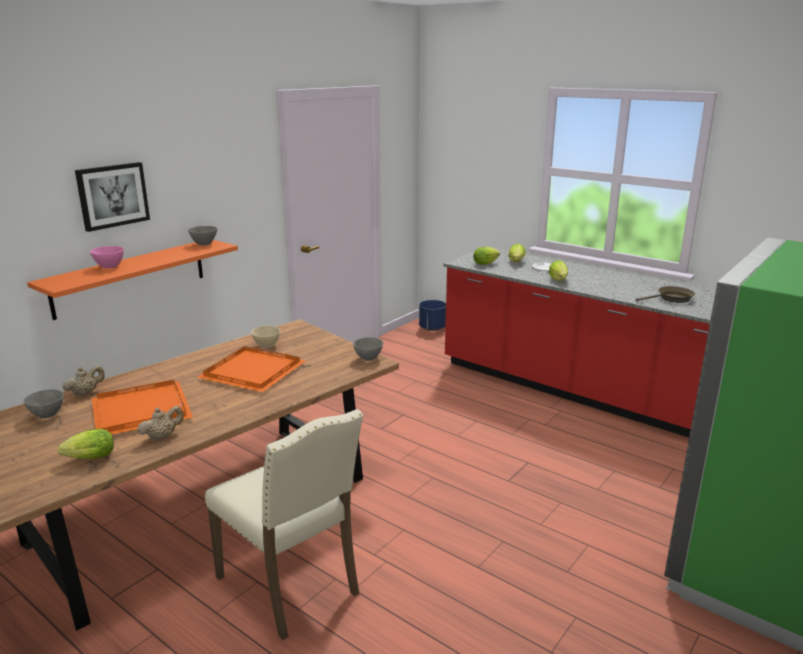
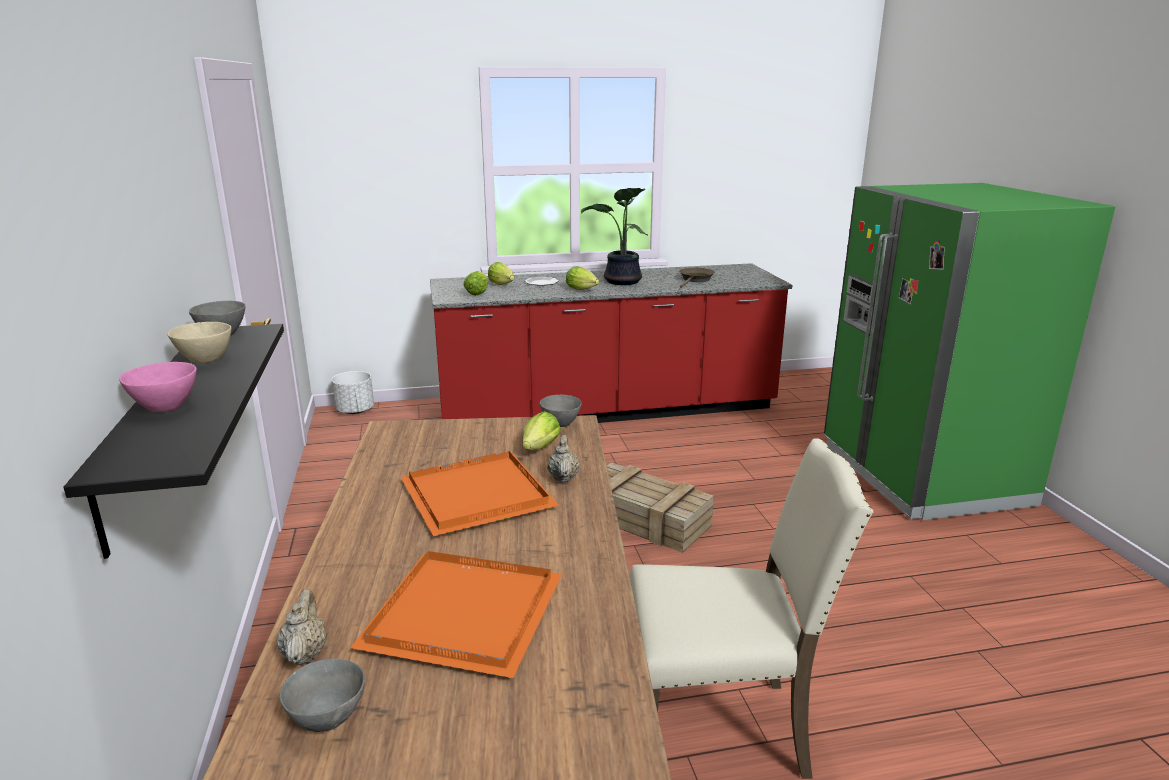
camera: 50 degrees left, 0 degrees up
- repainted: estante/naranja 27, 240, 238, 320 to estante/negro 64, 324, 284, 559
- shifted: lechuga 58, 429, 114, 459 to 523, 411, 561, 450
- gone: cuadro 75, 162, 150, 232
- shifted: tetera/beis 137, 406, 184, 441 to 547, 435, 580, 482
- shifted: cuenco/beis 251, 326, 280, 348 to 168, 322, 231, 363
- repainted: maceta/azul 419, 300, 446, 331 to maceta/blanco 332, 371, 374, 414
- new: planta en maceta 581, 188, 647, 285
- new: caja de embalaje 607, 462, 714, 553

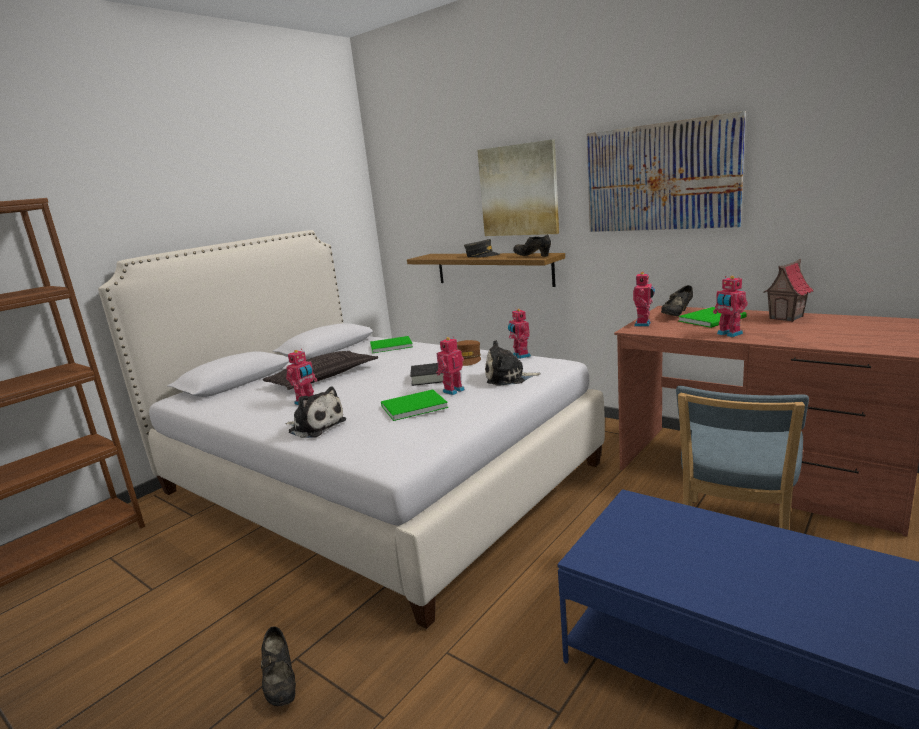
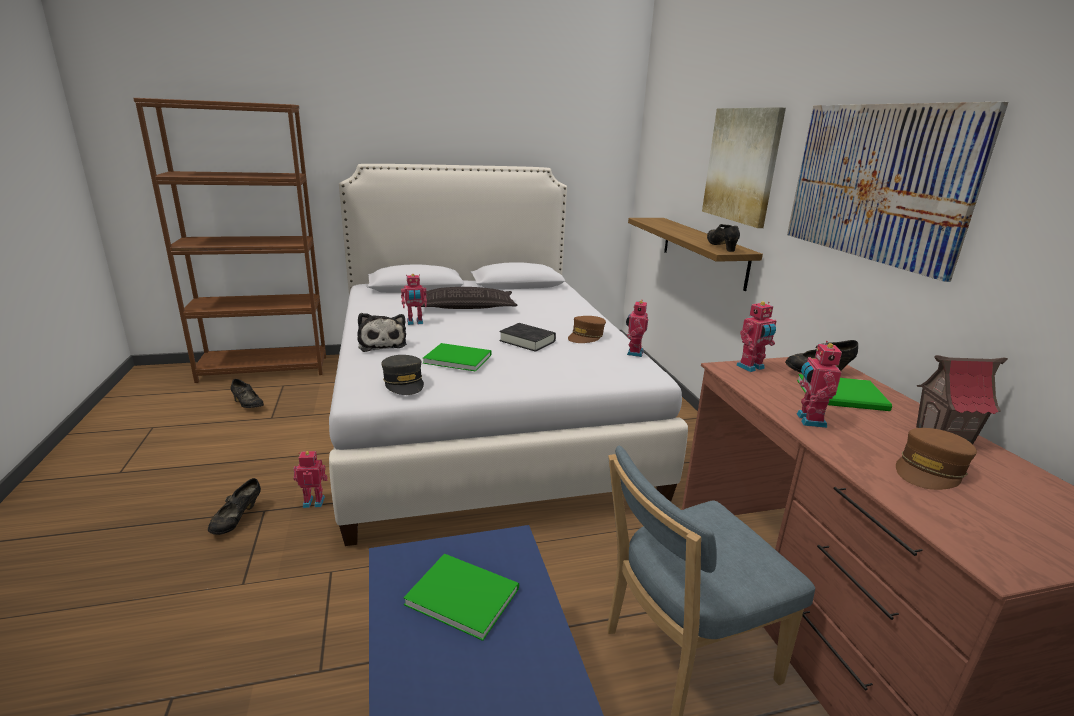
camera: 35 degrees right, 5 degrees up
- shifted: libro/verde 370, 336, 413, 353 to 403, 554, 519, 641
- shifted: robot de juguete 436, 337, 465, 395 to 294, 451, 328, 508
- shifted: gorra/gris 464, 239, 500, 257 to 381, 355, 424, 395
- gone: peluche 485, 340, 541, 386
- new: zapato/negro 231, 379, 264, 408
- new: gorra/marrón 896, 428, 977, 490

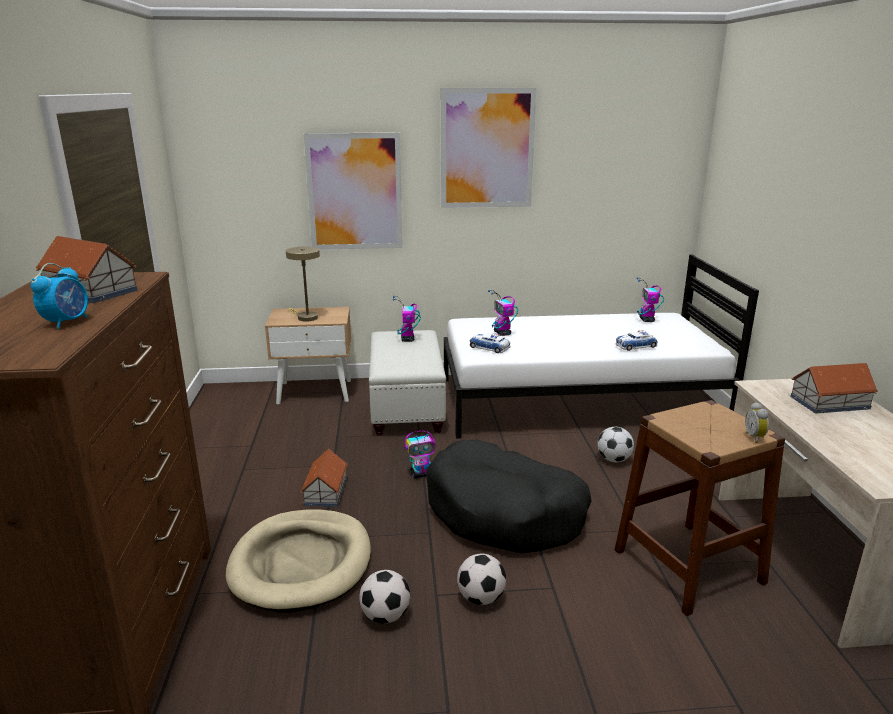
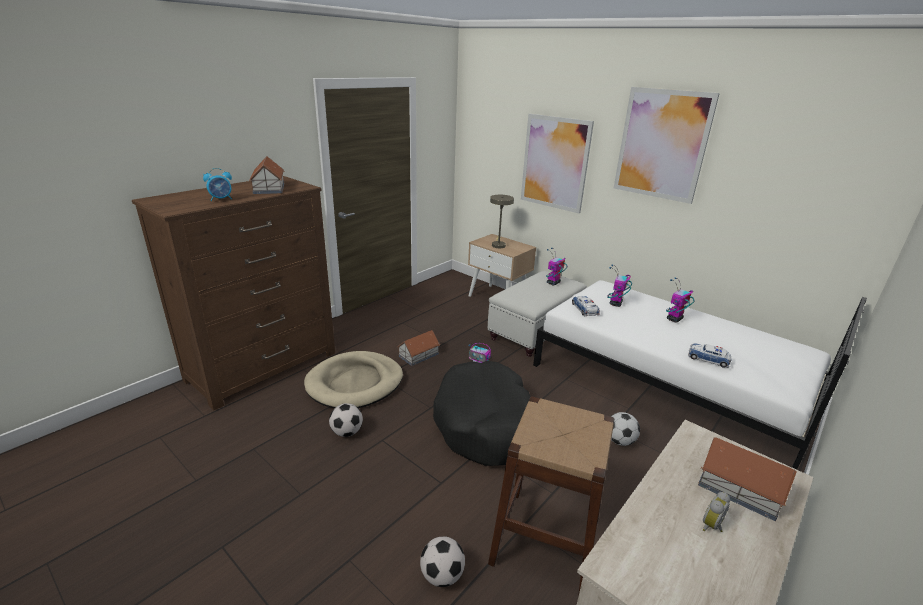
camera: 45 degrees right, 5 degrees up
- shifted: balón de fútbol 457, 554, 506, 605 to 420, 536, 465, 587
- shifted: robot de juguete 637, 277, 664, 322 to 666, 277, 695, 323
- shifted: despertador 745, 402, 769, 443 to 703, 492, 730, 532

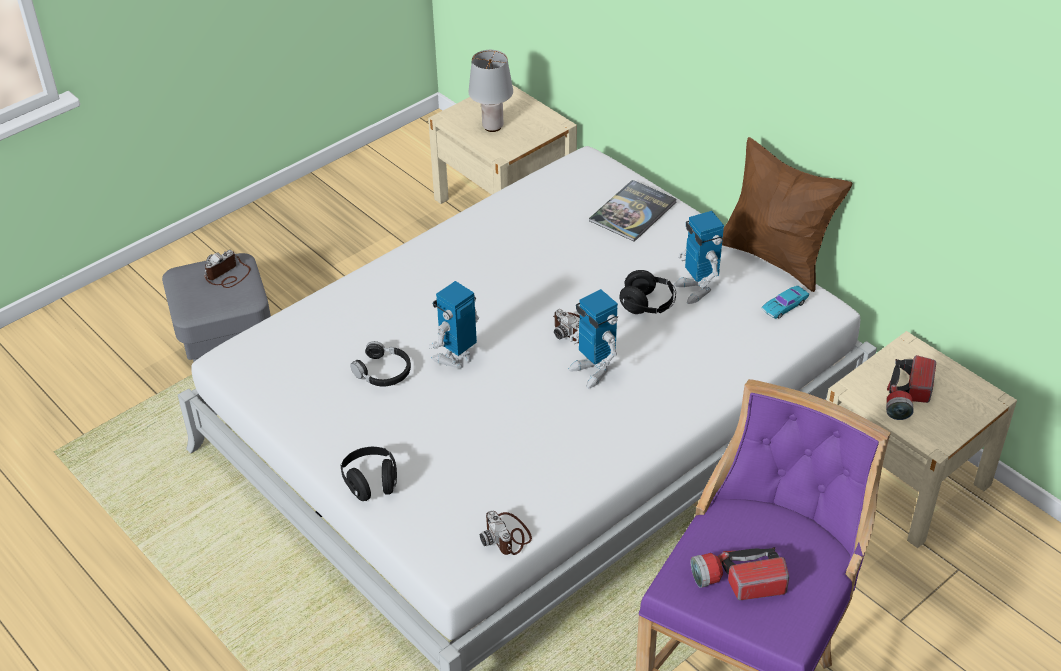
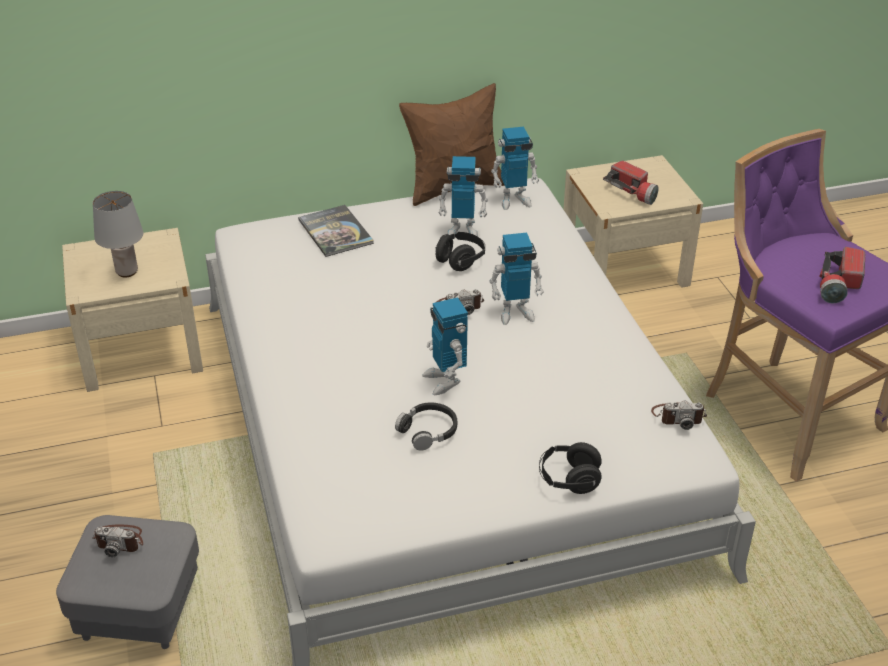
camera: 65 degrees left, 5 degrees down
- rotated: cámara 204, 250, 251, 288 = 92, 525, 143, 557 60 degrees counterclockwise
- swapped: coche de juguete/turquesa 762, 286, 809, 319 to robot de juguete 491, 127, 539, 210

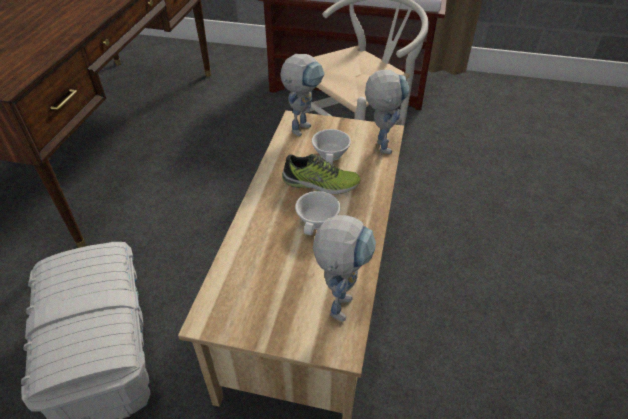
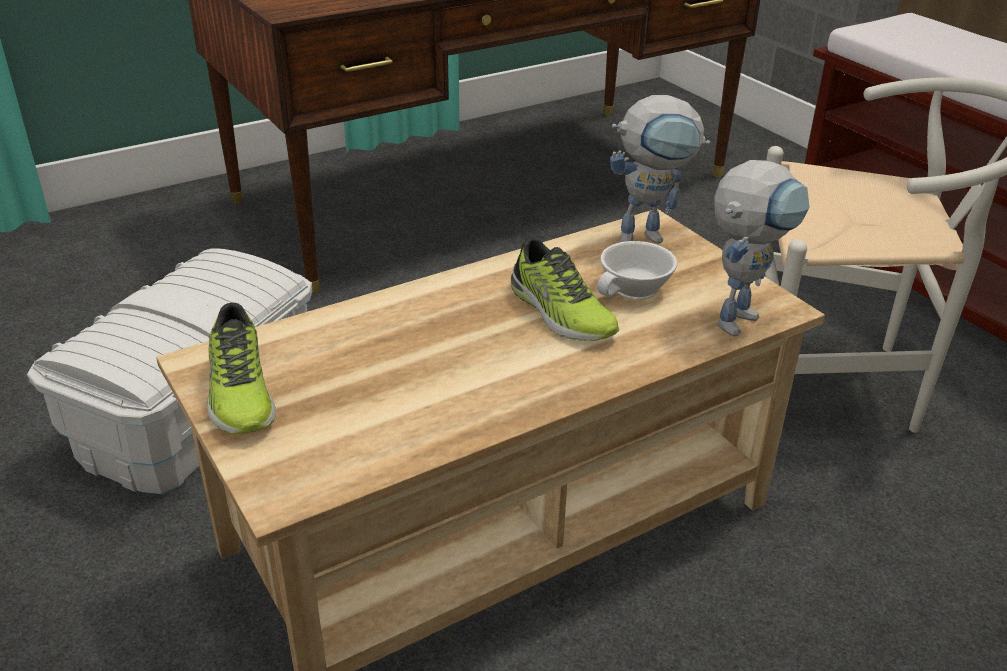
camera: 45 degrees right, 10 degrees down
- gone: taza/blanco 295, 191, 341, 235
- gone: robot de juguete 313, 215, 376, 322
- new: zapato 207, 302, 276, 434

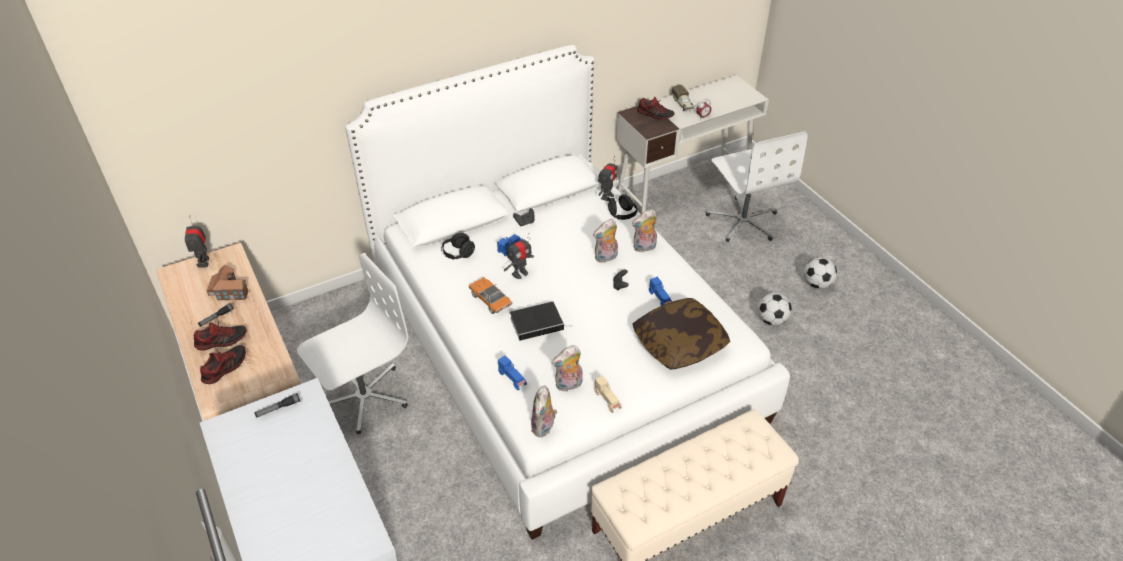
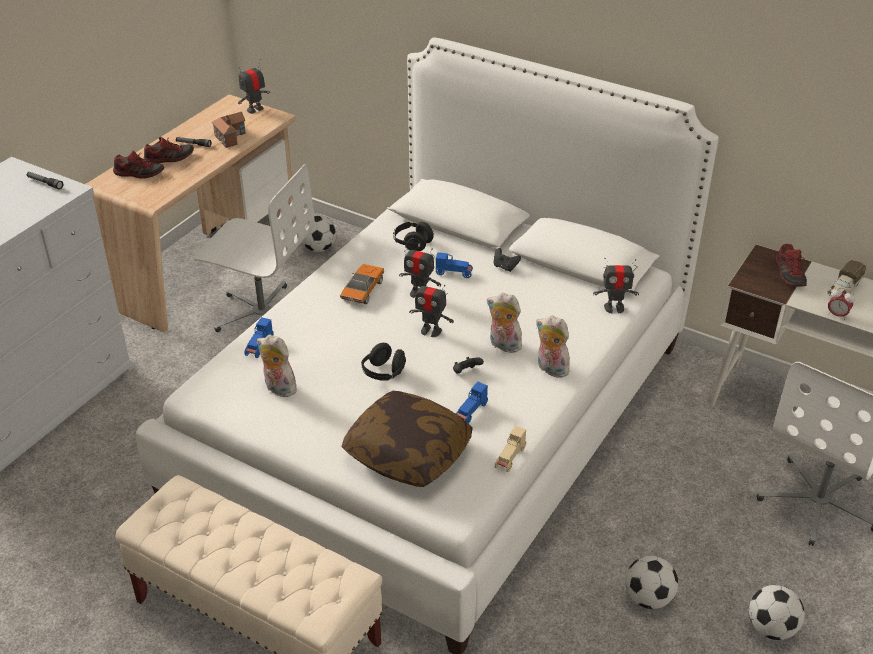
camera: 60 degrees right, 5 degrees down
- rotated: zapato 194, 322, 246, 351 = 143, 137, 194, 164 60 degrees counterclockwise
- gone: libro 510, 301, 569, 341
- gone: peluche 531, 385, 557, 437
- shifted: coche de juguete/beis 594, 376, 622, 413 to 495, 426, 526, 472
- shifted: auriculares/negro 608, 194, 638, 220 to 361, 343, 406, 381
- new: balón de fútbol 302, 215, 336, 252
- new: robot de juguete 409, 277, 454, 337

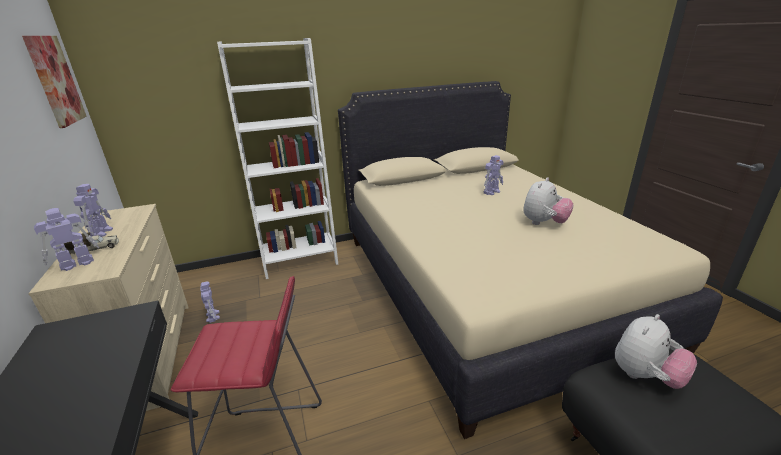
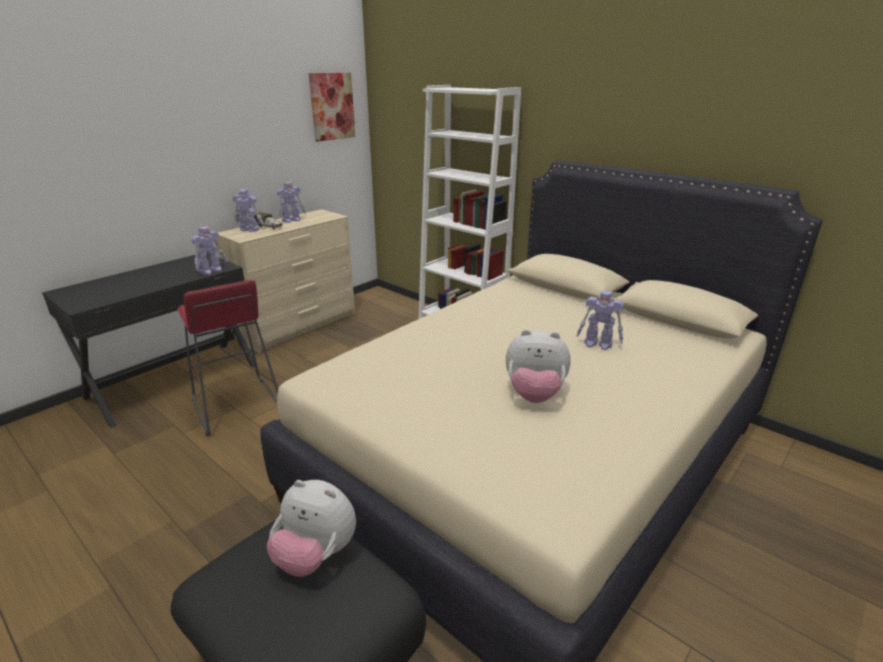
camera: 60 degrees right, 0 degrees up
- shifted: robot de juguete 200, 281, 220, 323 to 191, 227, 227, 275

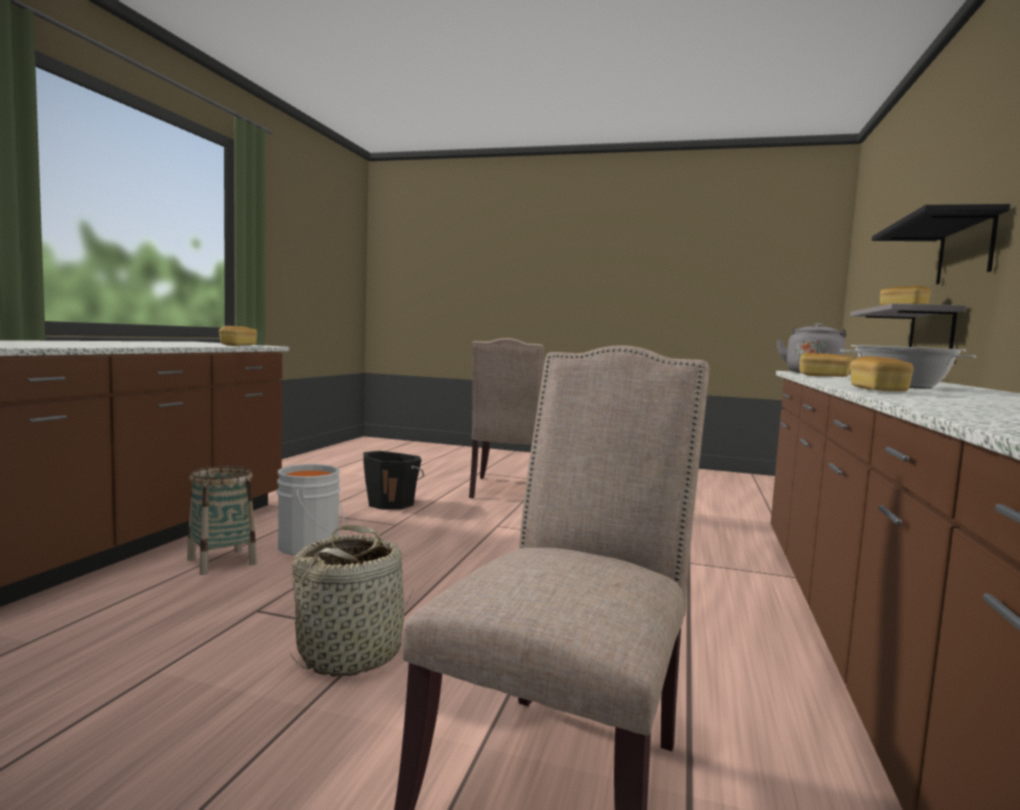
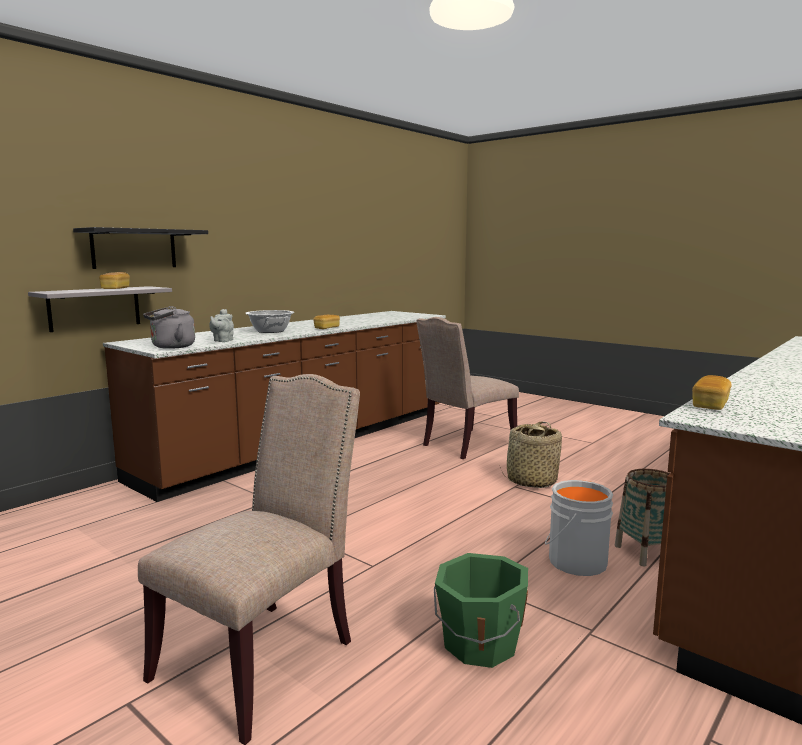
camera: 155 degrees left, 5 degrees up
- repainted: cubo/negro 363, 451, 424, 510 to cubo/verde 434, 553, 528, 668
- swapped: pan 799, 352, 852, 377 to tetera/gris 209, 309, 234, 342

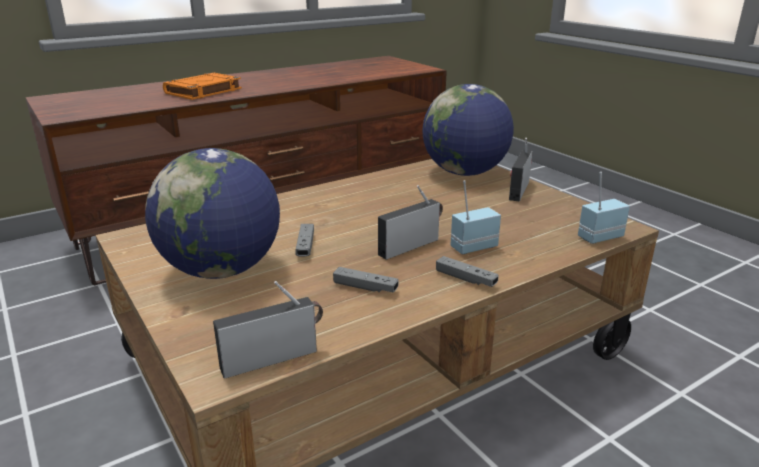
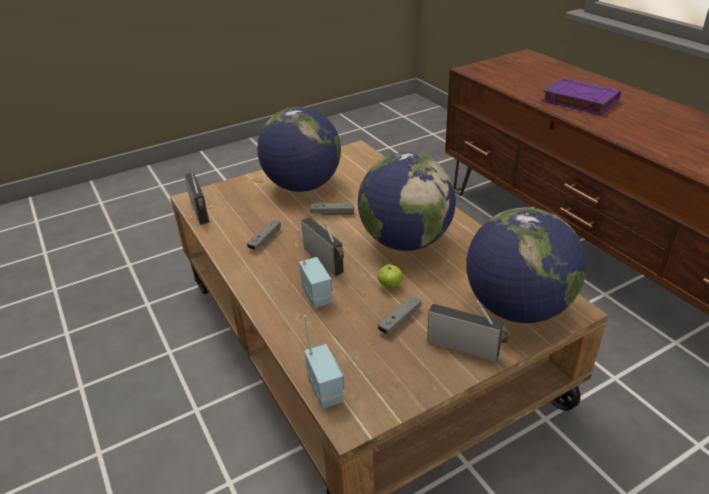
camera: 95 degrees right, 10 degrees up
- repainted: libro/naranja 163, 73, 242, 100 to libro/morado 542, 78, 621, 115
- shifted: mando de consola/gris 436, 256, 499, 287 to 378, 296, 421, 335
- new: globo terráqueo 358, 152, 456, 251
- new: manzana 378, 264, 403, 289

